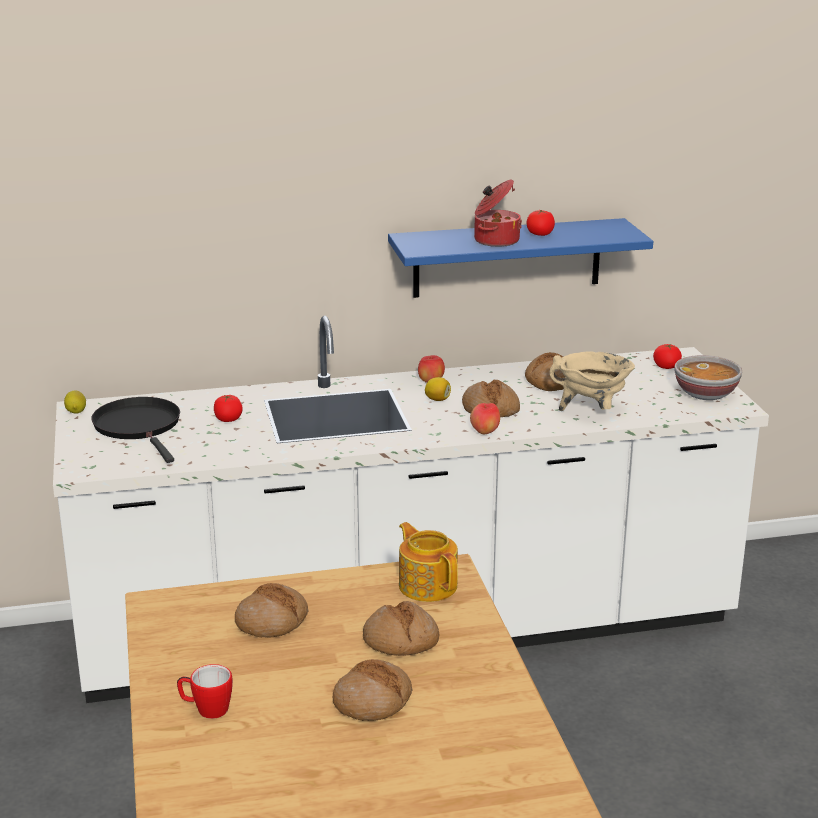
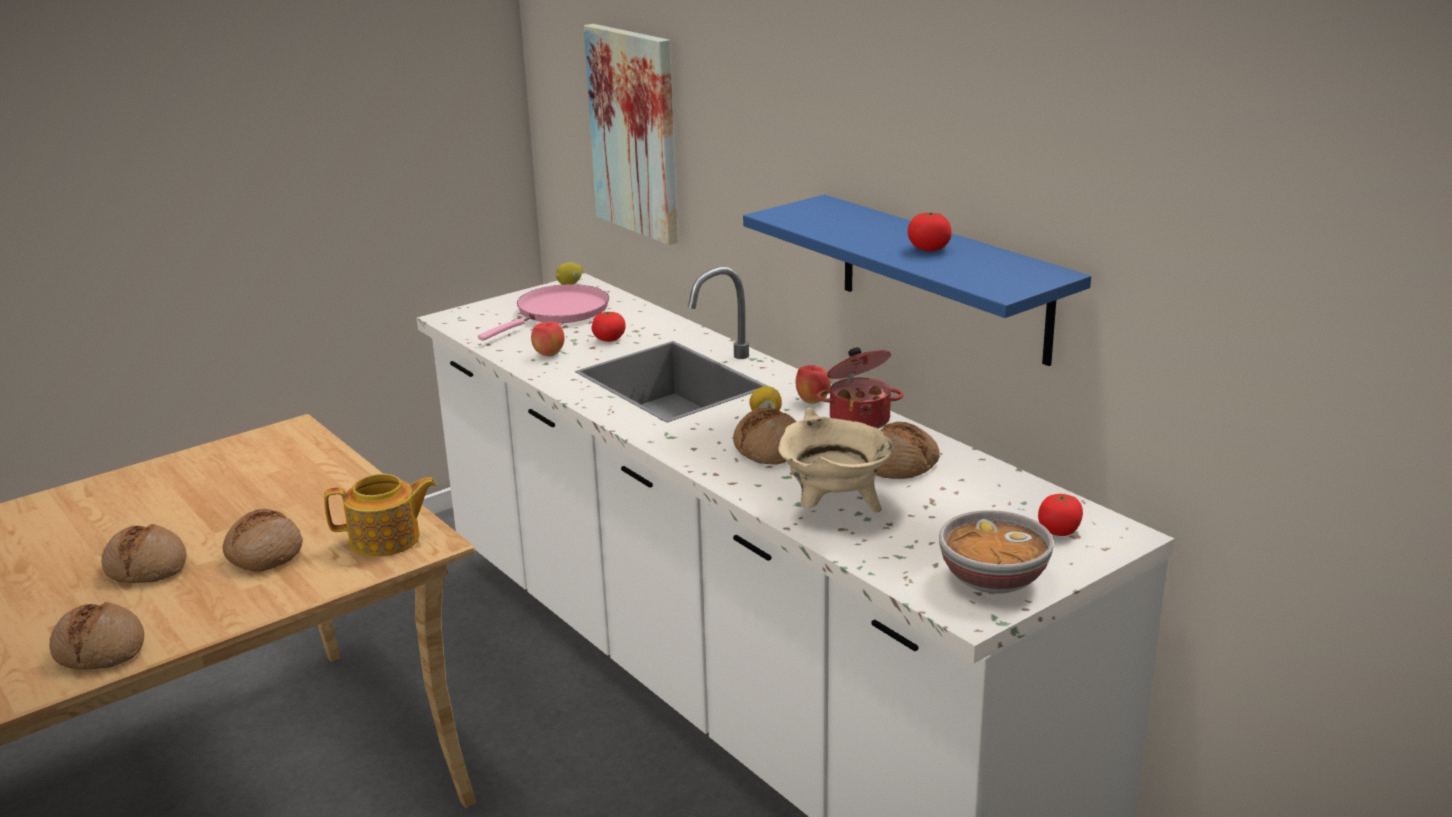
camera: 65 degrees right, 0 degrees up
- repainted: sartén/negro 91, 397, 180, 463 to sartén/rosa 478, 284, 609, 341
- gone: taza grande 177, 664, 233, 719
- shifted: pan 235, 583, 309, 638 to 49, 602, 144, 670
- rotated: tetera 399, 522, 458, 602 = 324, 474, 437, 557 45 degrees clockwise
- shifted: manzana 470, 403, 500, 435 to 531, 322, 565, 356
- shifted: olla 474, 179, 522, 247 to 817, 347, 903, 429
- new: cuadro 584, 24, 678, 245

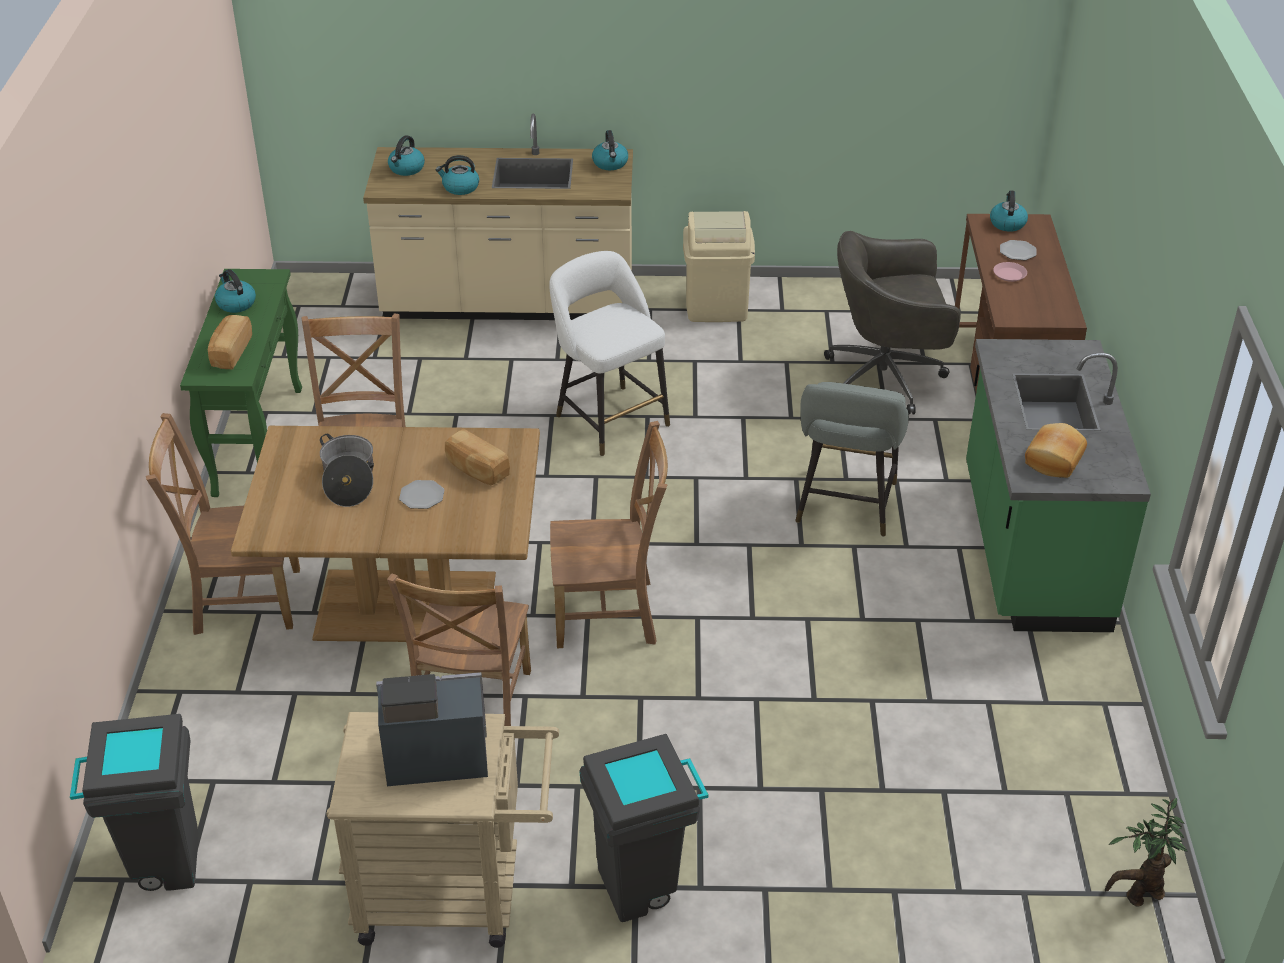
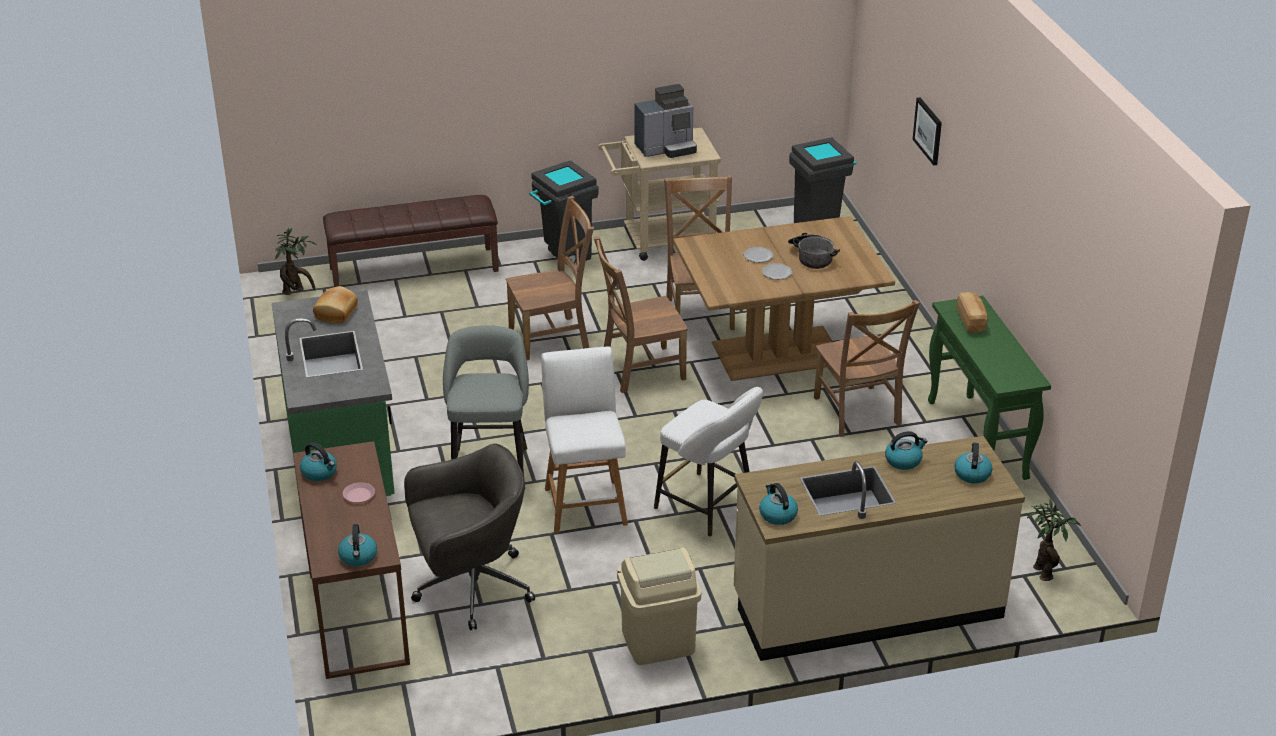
camera: 165 degrees right, 5 degrees down
- shifted: silla/marrón 146, 413, 300, 635 to 506, 196, 594, 360
- shifted: hervidor 215, 269, 256, 313 to 300, 443, 337, 481
- gone: pan 445, 429, 510, 485
- shifted: plato 1000, 240, 1036, 260 to 762, 263, 792, 280
- new: banco/marrón 323, 195, 499, 287
- new: taburete/blanco 541, 347, 628, 533
- new: cuadro 913, 97, 942, 166
- new: planta en maceta 1027, 499, 1081, 581

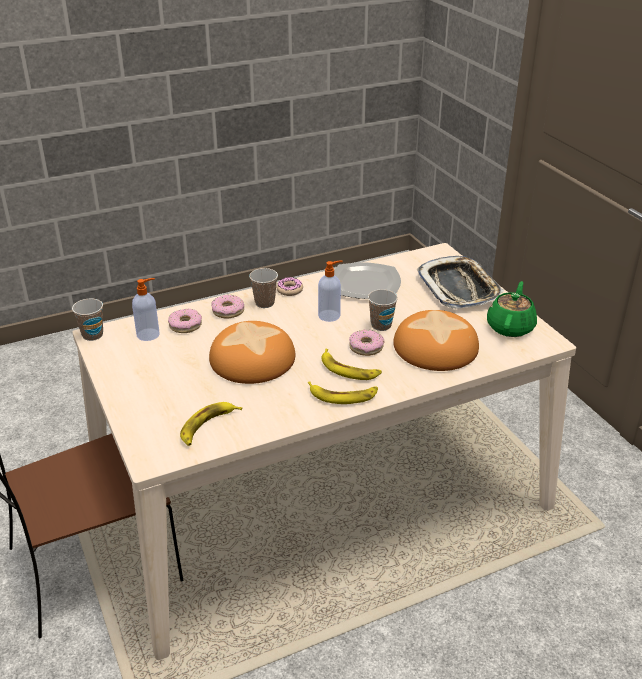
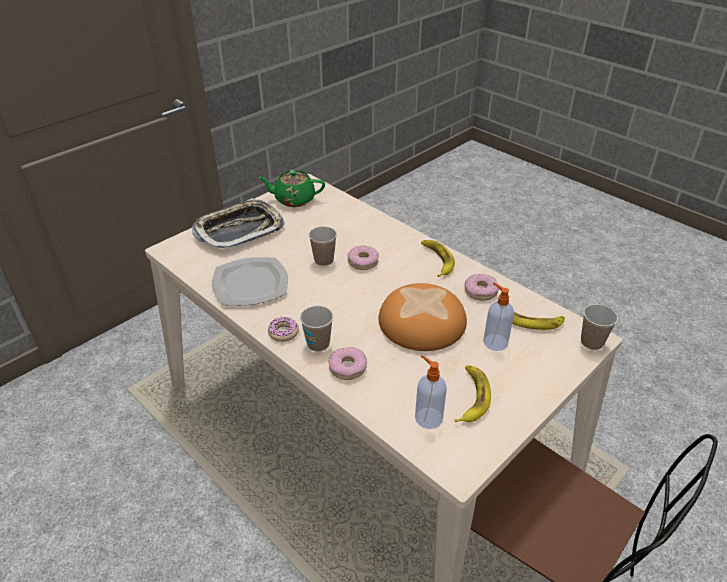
camera: 110 degrees left, 5 degrees up
- shifted: taza 72, 298, 103, 341 to 581, 304, 618, 350
- shifted: rosquilla 168, 309, 202, 333 to 464, 274, 499, 300
- shifted: dispensador de jabón 318, 261, 343, 322 to 483, 283, 514, 351
- shifted: plátano 321, 349, 382, 380 to 454, 365, 491, 422
- gone: pan 393, 310, 479, 371

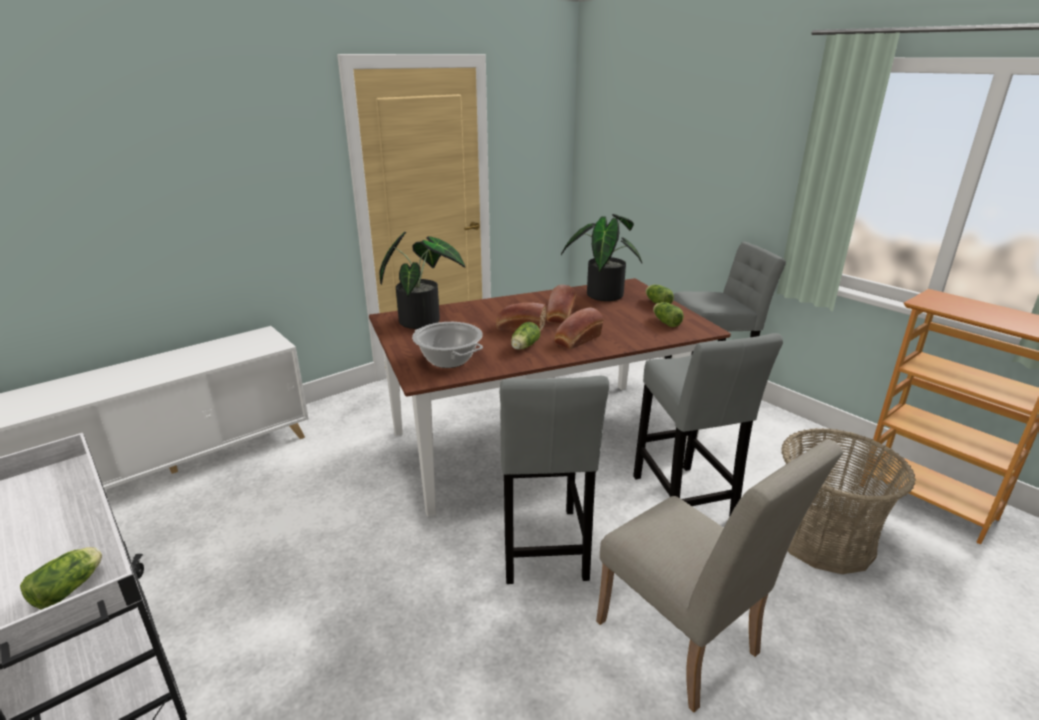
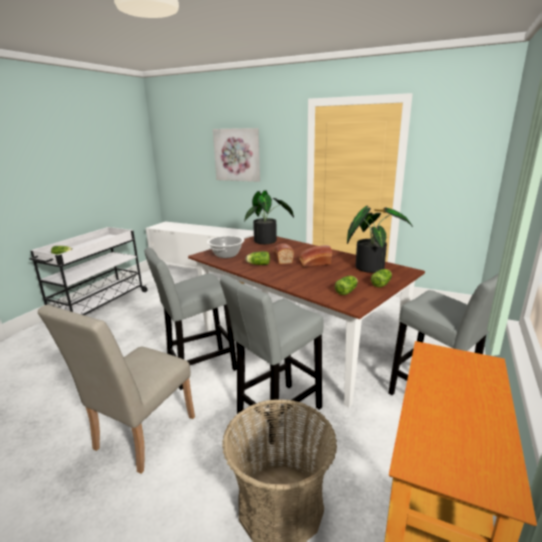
camera: 65 degrees right, 5 degrees down
- gone: pan 554, 308, 603, 349
- new: cuadro 213, 128, 260, 182

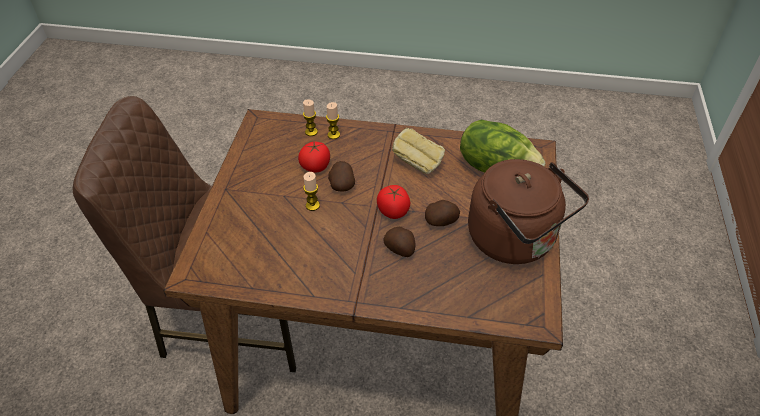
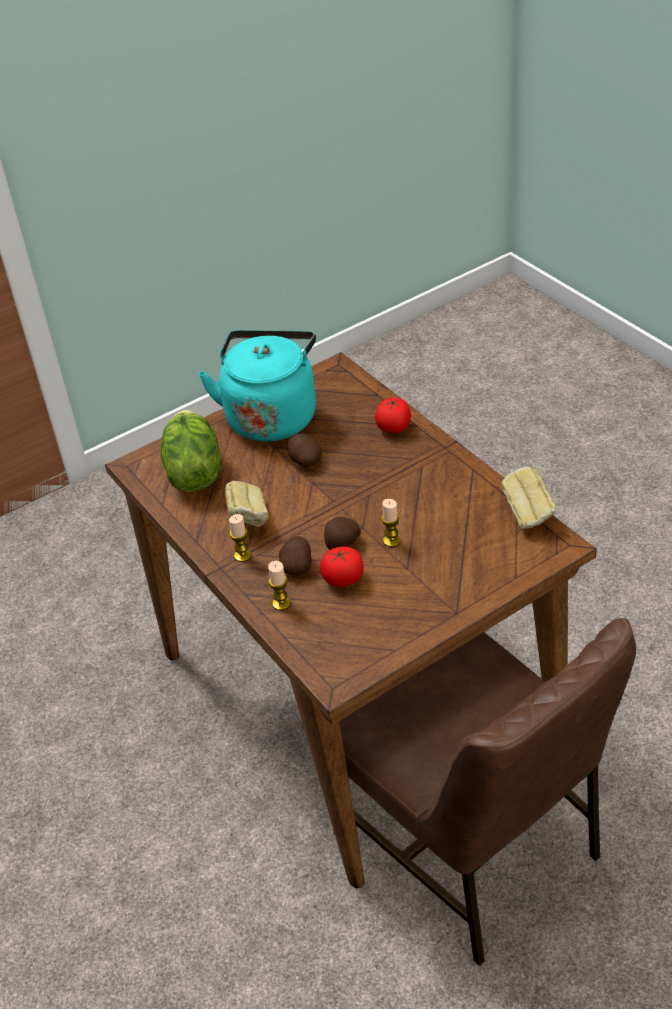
camera: 130 degrees left, 5 degrees down
- shifted: vela 303, 99, 318, 136 to 229, 514, 251, 562
- shifted: tomate 377, 185, 410, 219 to 375, 397, 411, 433
- shifted: patata 383, 227, 415, 257 to 279, 536, 311, 575
- repainted: hervidor/marrón 468, 159, 589, 264 to hervidor/turquesa 198, 330, 316, 442
- new: pan 501, 466, 556, 529

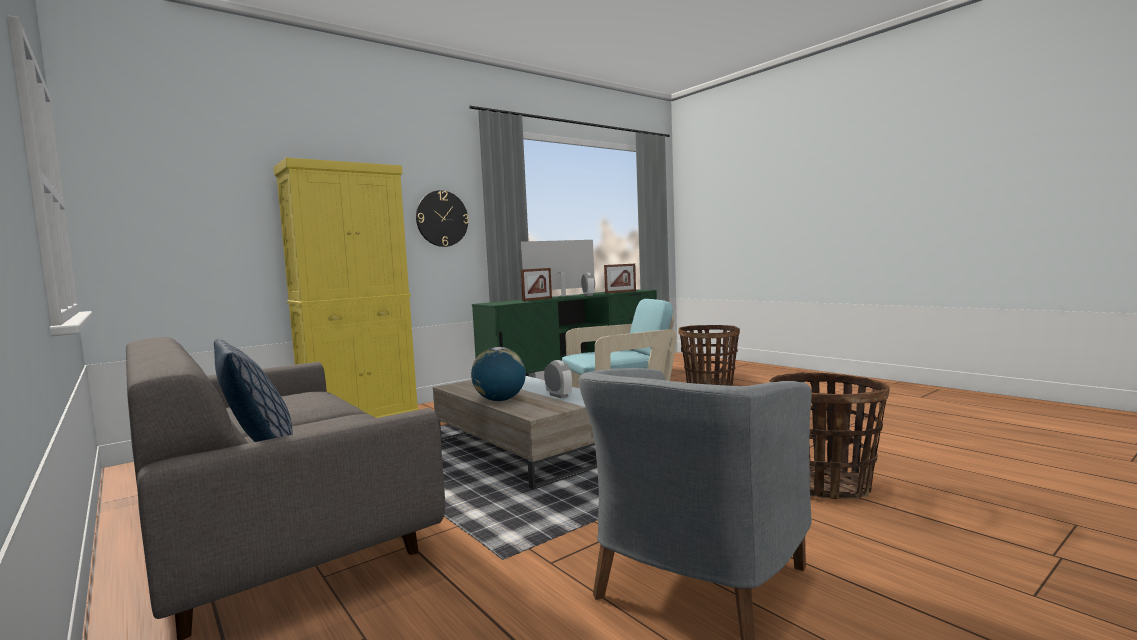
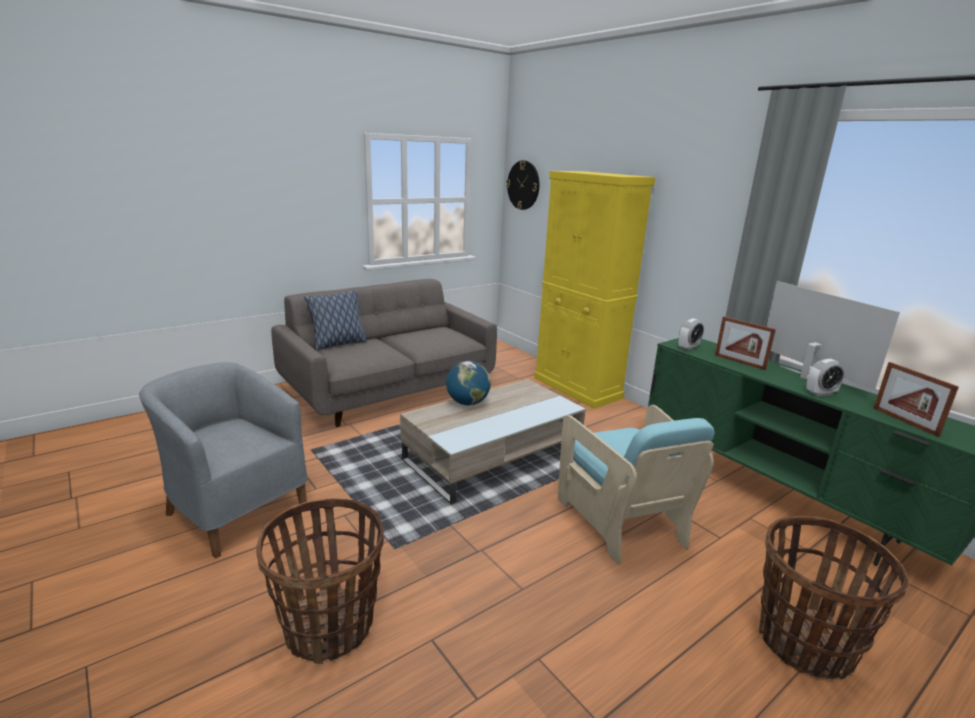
camera: 90 degrees right, 15 degrees up
- shifted: reloj de pared 416, 190, 469, 247 to 506, 160, 539, 210
- shifted: despertador 544, 360, 572, 398 to 678, 318, 704, 351

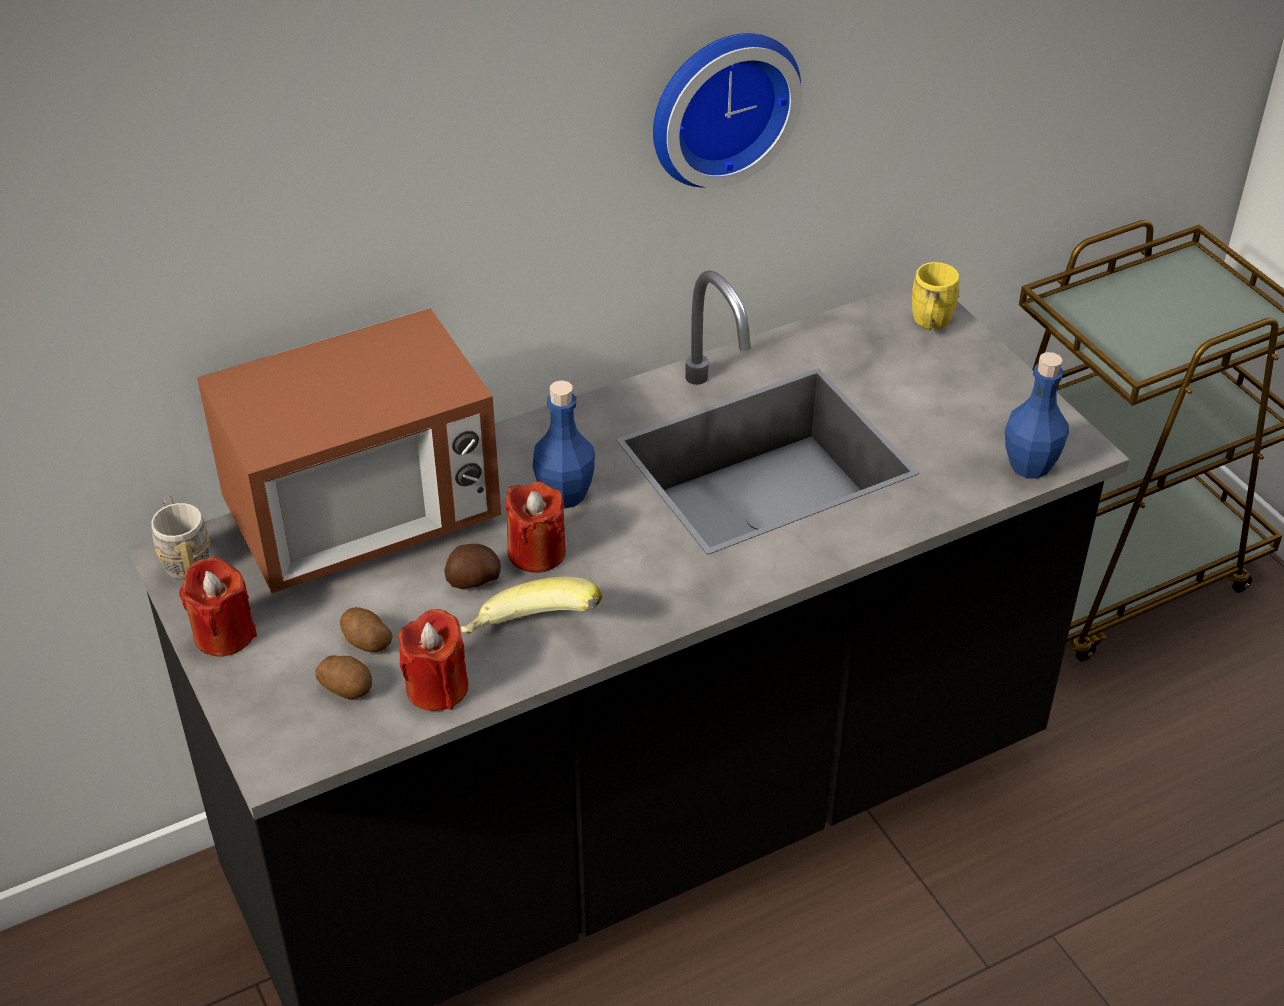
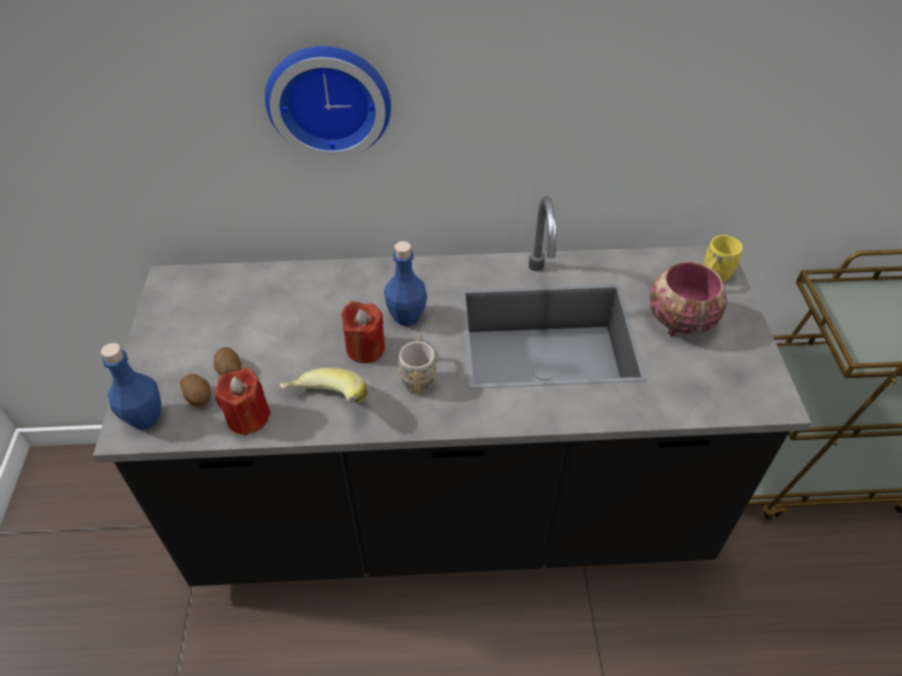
camera: 25 degrees right, 5 degrees up
- shifted: taza grande/gris 151, 496, 210, 580 to 398, 334, 437, 394
- gone: vela/rojo 179, 556, 257, 657
- gone: microondas 197, 308, 501, 593
- gone: patata 444, 544, 501, 589
- shifted: reloj de pared 653, 33, 802, 188 to 265, 46, 391, 159
- shifted: botella/azul 1005, 352, 1069, 479 to 101, 343, 161, 430
- new: cuenco 650, 262, 727, 336

